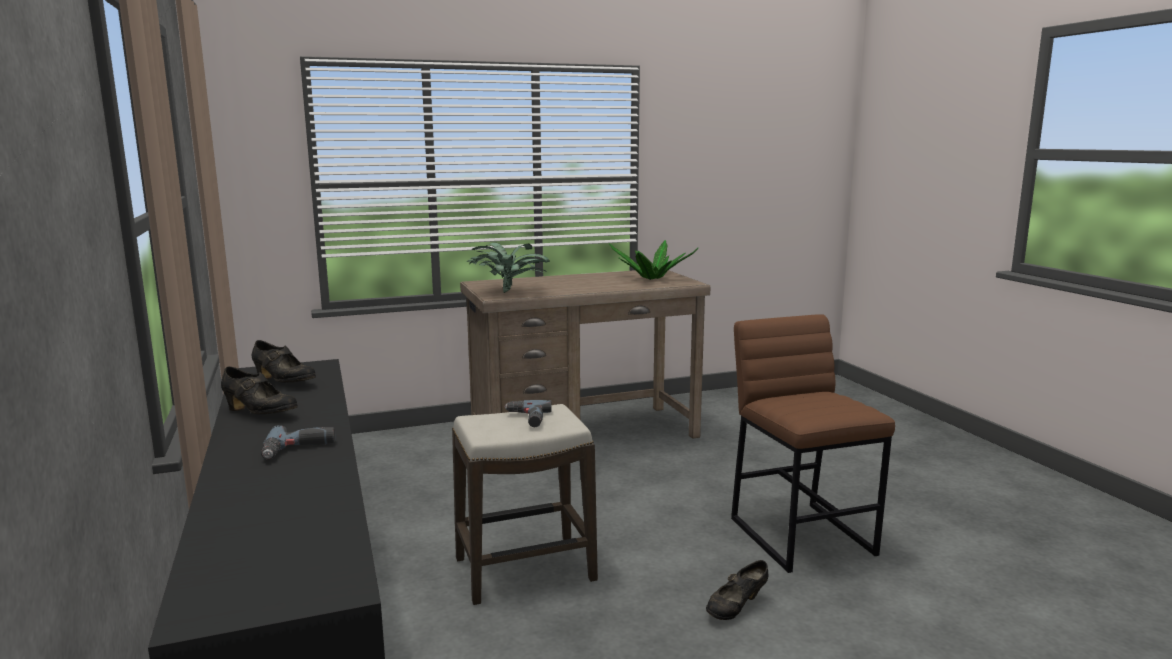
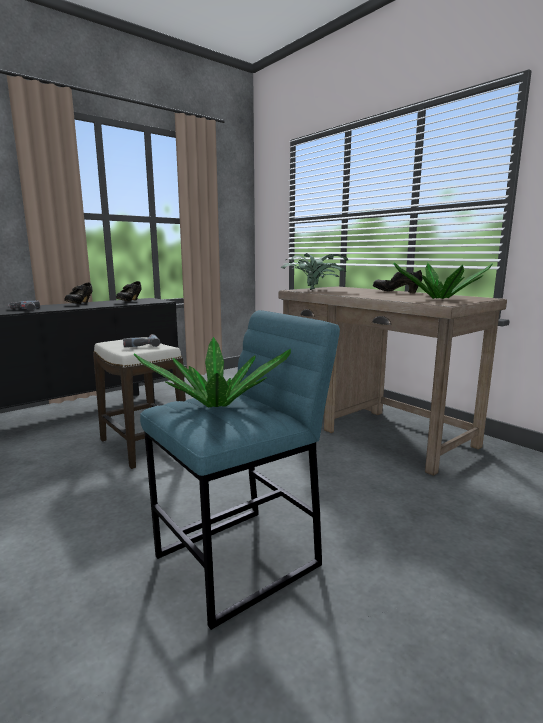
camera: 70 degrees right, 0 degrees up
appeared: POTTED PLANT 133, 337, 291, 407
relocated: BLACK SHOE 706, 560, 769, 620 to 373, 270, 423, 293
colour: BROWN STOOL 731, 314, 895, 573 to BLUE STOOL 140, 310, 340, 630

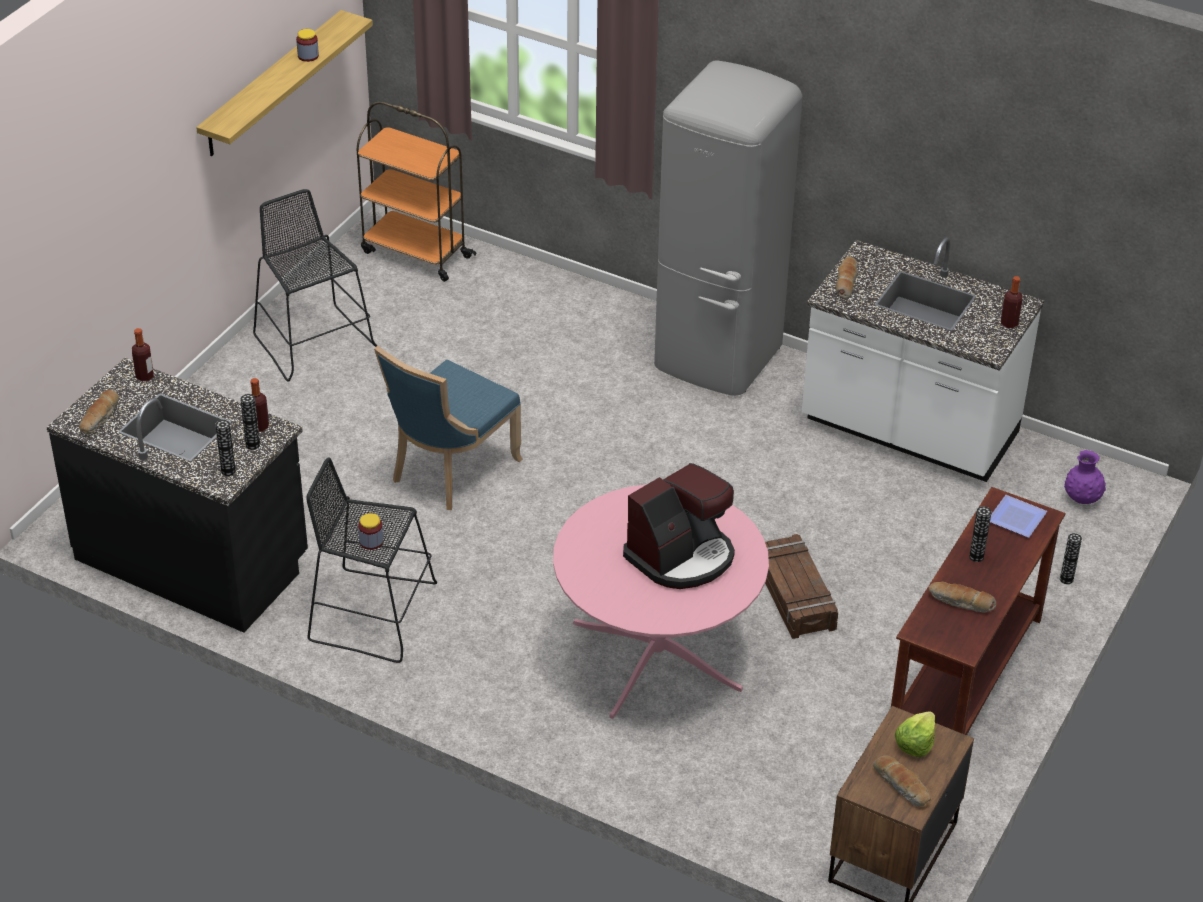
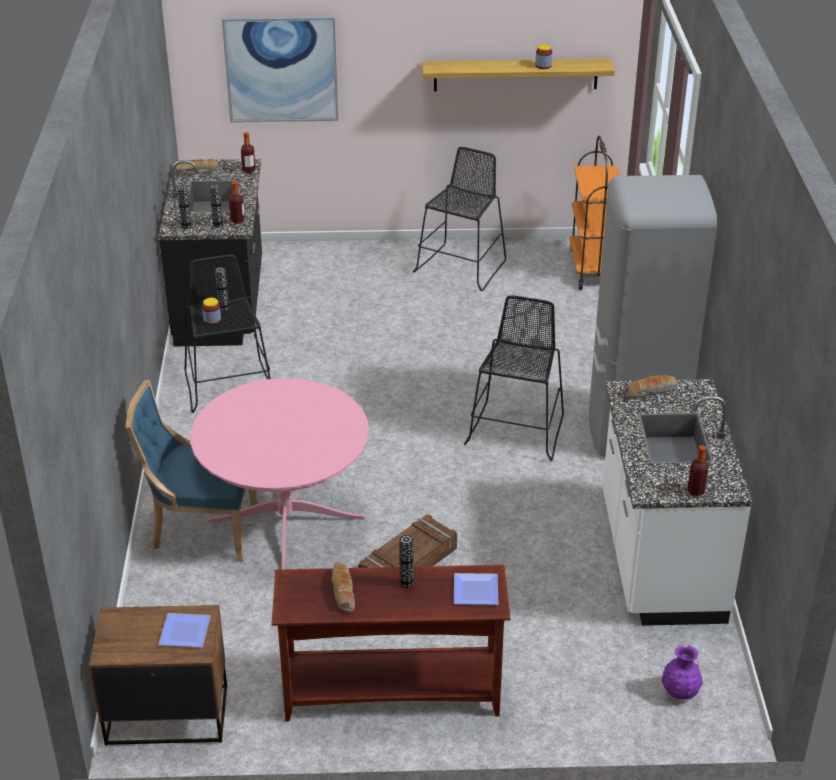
camera: 60 degrees right, 5 degrees down
missing: COFFEE MACHINE 623, 463, 735, 589; BREAD 873, 755, 931, 807
appeared: PICTURE 222, 16, 338, 122; BLACK STOOL 464, 295, 564, 461
relocated: BLUE CHAIR 374, 346, 523, 510 to 126, 380, 259, 562; VASE 1060, 533, 1082, 584 to 215, 267, 229, 311
exchanged: LETTUCE 895, 711, 935, 757 to PLATE 158, 613, 211, 648

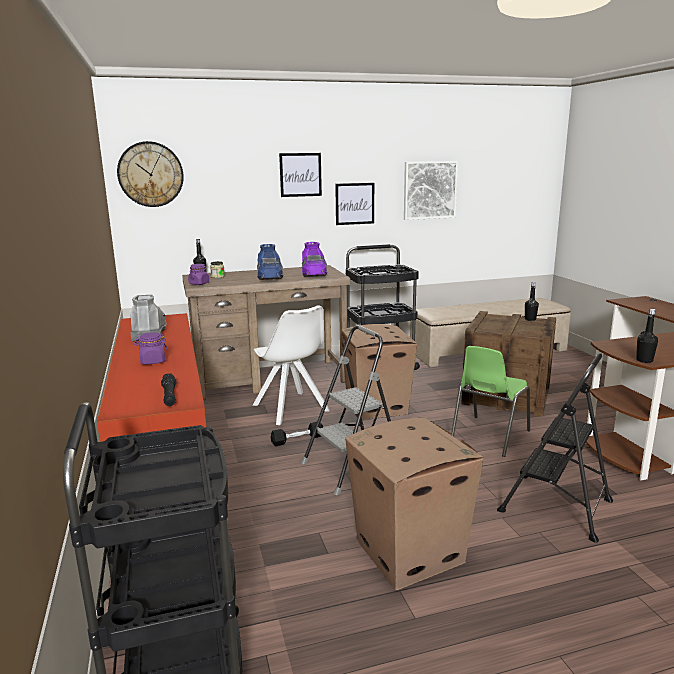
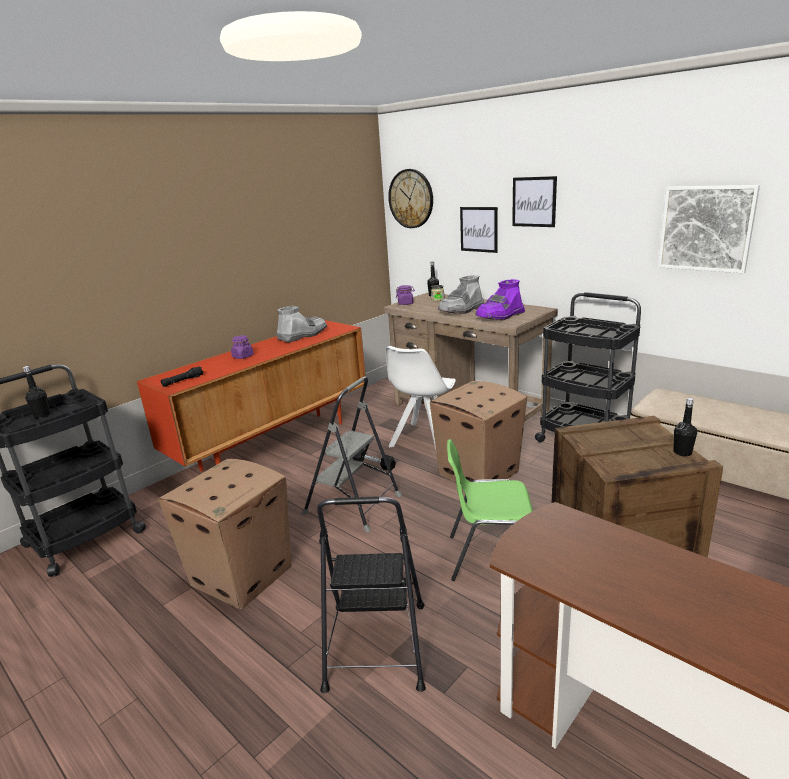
camera: 60 degrees right, 5 degrees up
relocated: PICTURE 335, 183, 374, 225 to 460, 207, 498, 253; BLACK BOTTLE 636, 309, 658, 363 to 23, 366, 51, 418
colour: BLUE BOOT 257, 244, 283, 280 to GREY BOOT 438, 275, 485, 314

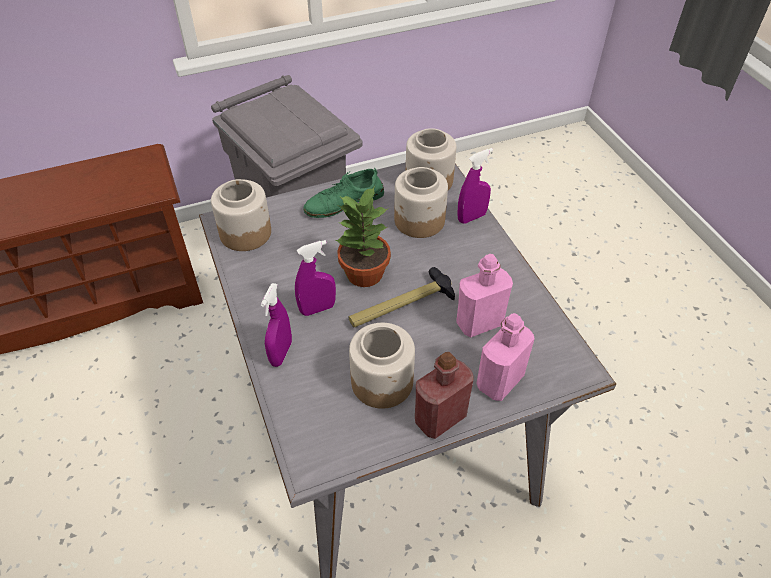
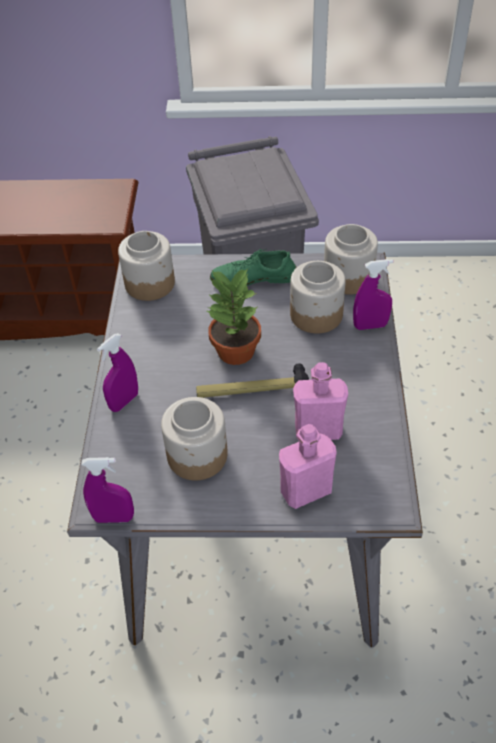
camera: 25 degrees right, 0 degrees up
missing: RED BOTTLE 415, 352, 474, 439
relocated: PURPLE SPRAY BOTTLE 295, 240, 336, 316 to 81, 457, 134, 523

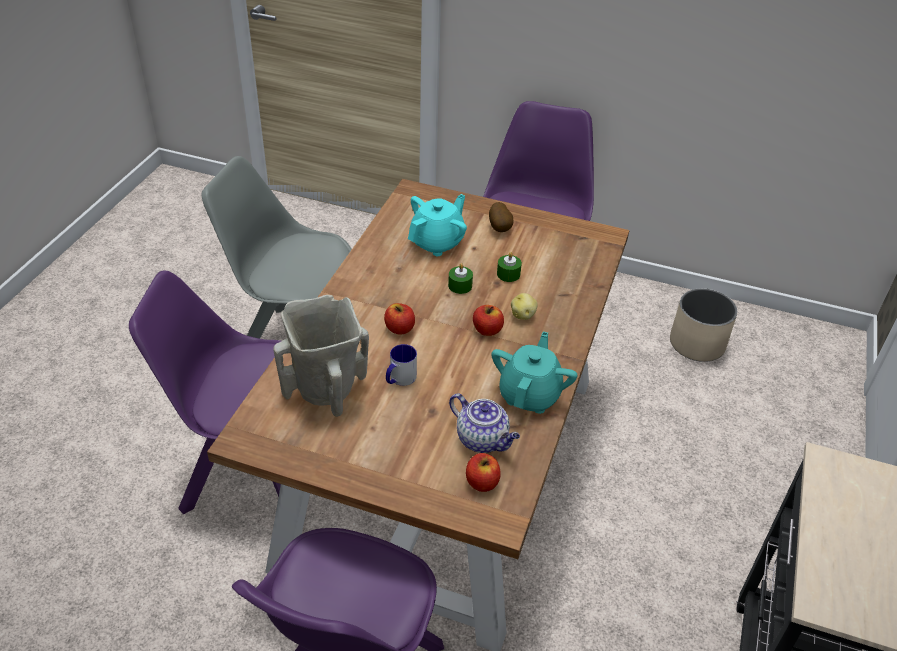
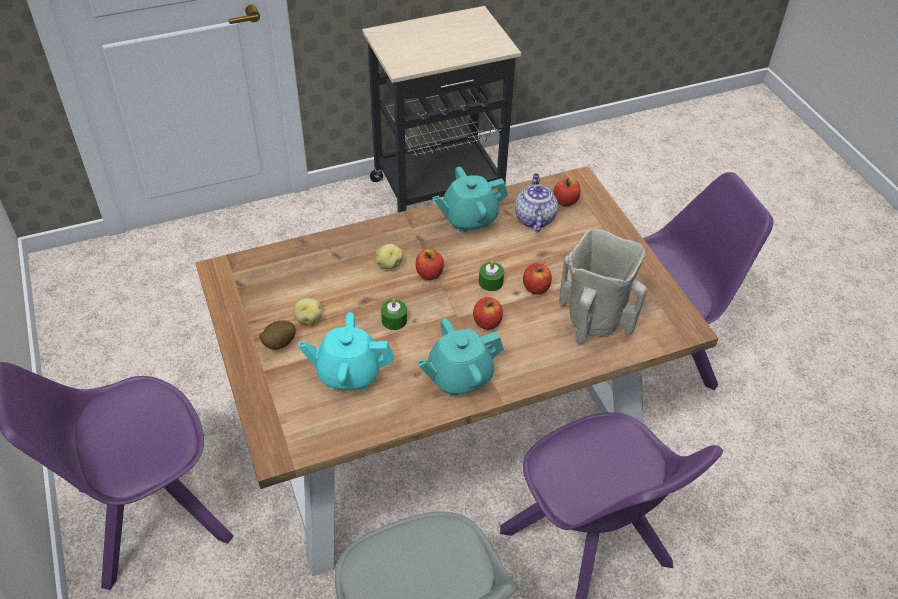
camera: 130 degrees left, 5 degrees up
missing: BEIGE PLANTER 670, 288, 737, 362
appeared: POTATO 293, 298, 322, 325; TURQUOISE TEAPOT 417, 318, 504, 397
relocated: GREEN CANDLE 497, 252, 522, 282 to 479, 261, 504, 291
exchanged: MUG 386, 344, 417, 386 to APPLE 523, 263, 552, 295

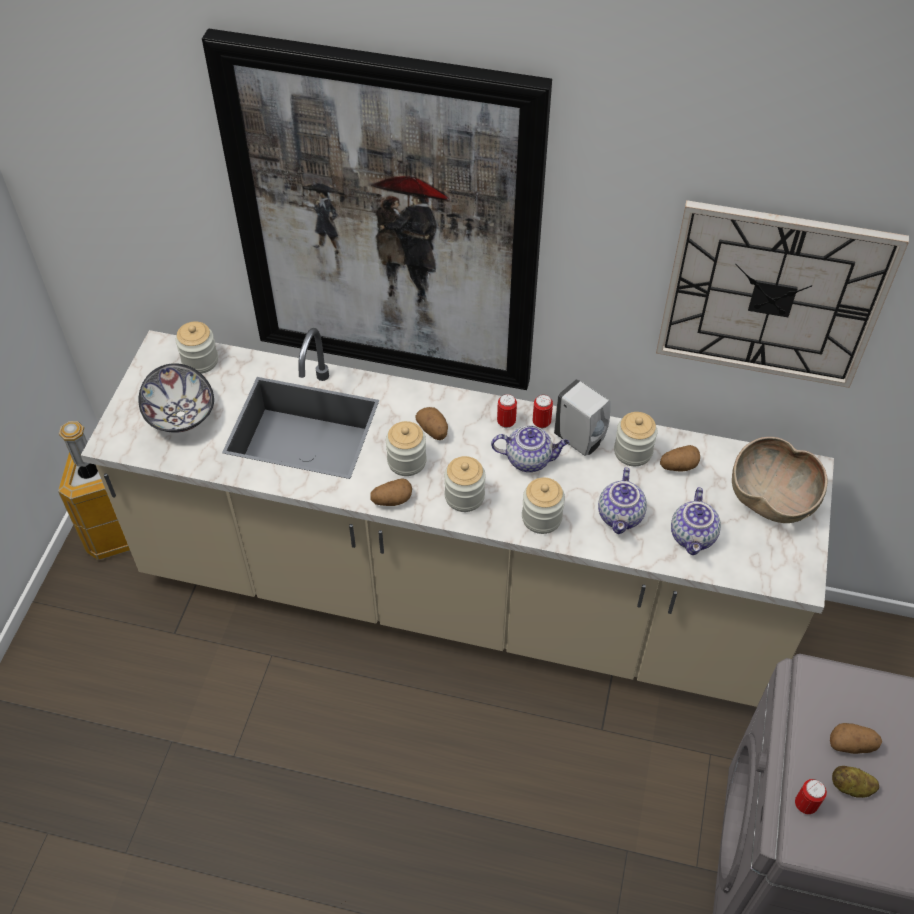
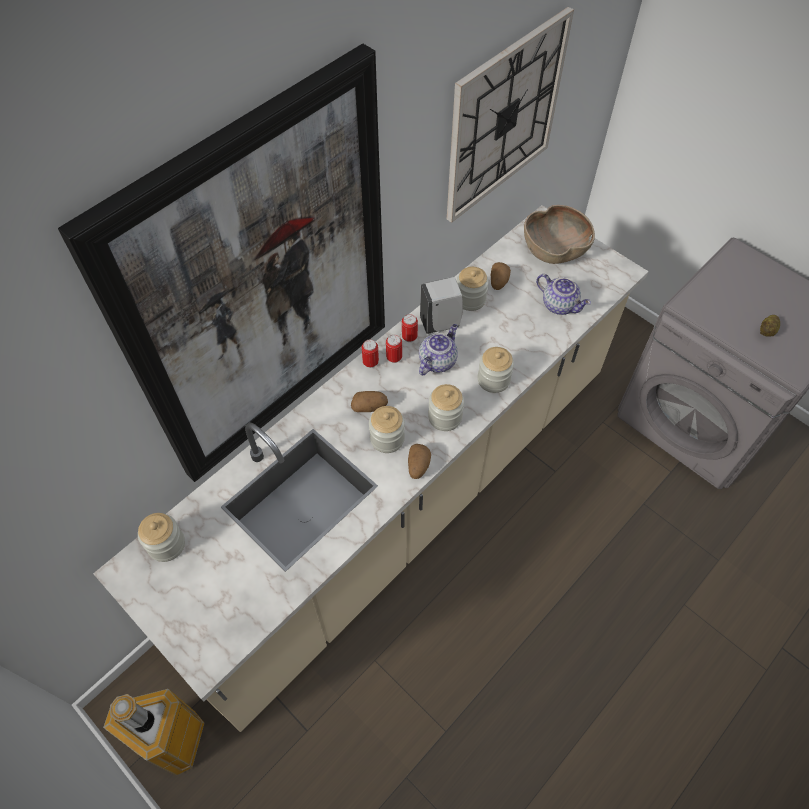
camera: 60 degrees left, 5 degrees up
missing: BOWL 138, 363, 214, 433; TEAPOT 598, 467, 647, 534; POTATO 830, 723, 882, 754
relocated: CAN 795, 779, 827, 814 to 362, 340, 379, 368

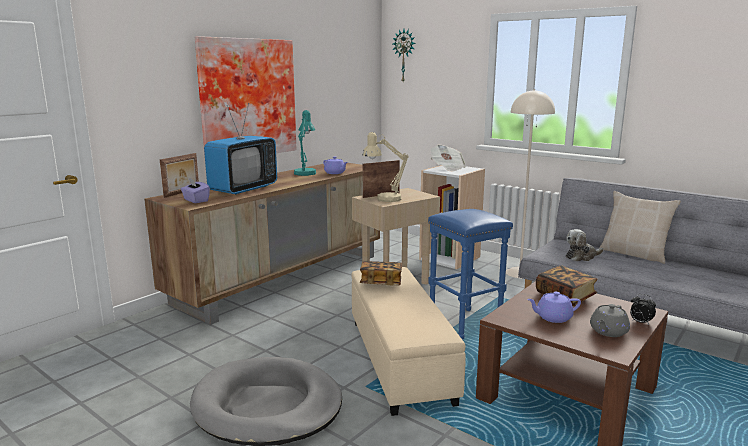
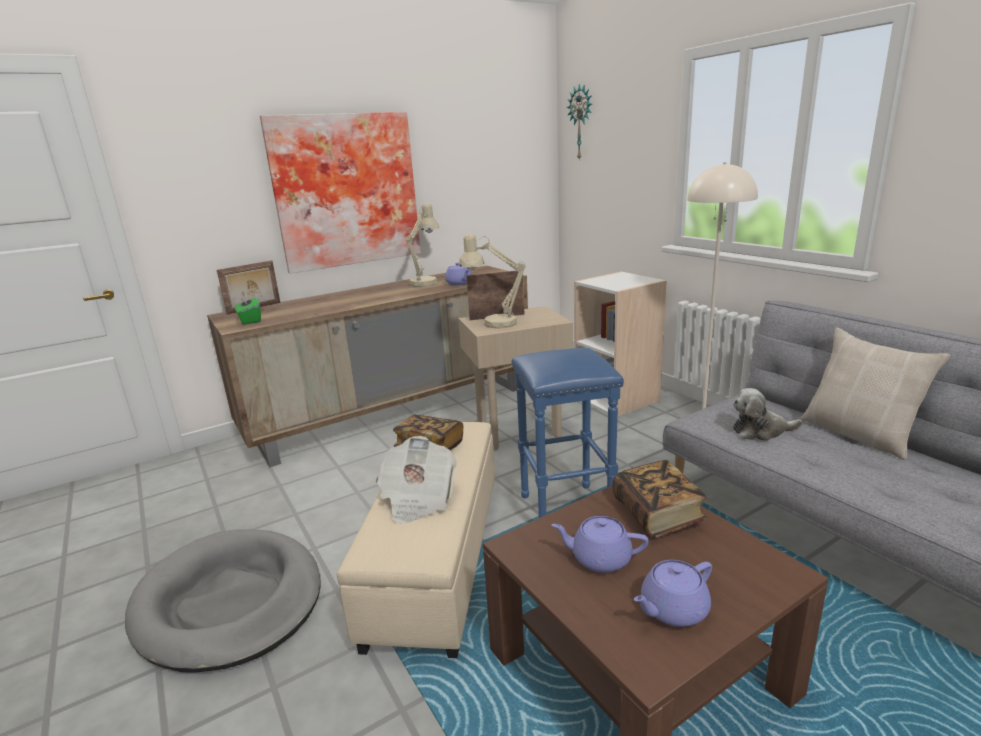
camera: 20 degrees right, 5 degrees up
missing: TELEVISION 204, 103, 277, 195; ALARM CLOCK 630, 294, 656, 325
relocated: NEWSPAPER 430, 145, 466, 172 to 376, 436, 457, 524
colour: TURQUOISE TABLE LAMP 294, 110, 316, 176 to BEIGE TABLE LAMP 406, 202, 439, 287; PURPLE TISSUE BOX 181, 178, 210, 203 to GREEN TISSUE BOX 235, 293, 261, 325; GREY TEAPOT 590, 304, 630, 337 to PURPLE TEAPOT 634, 560, 712, 627

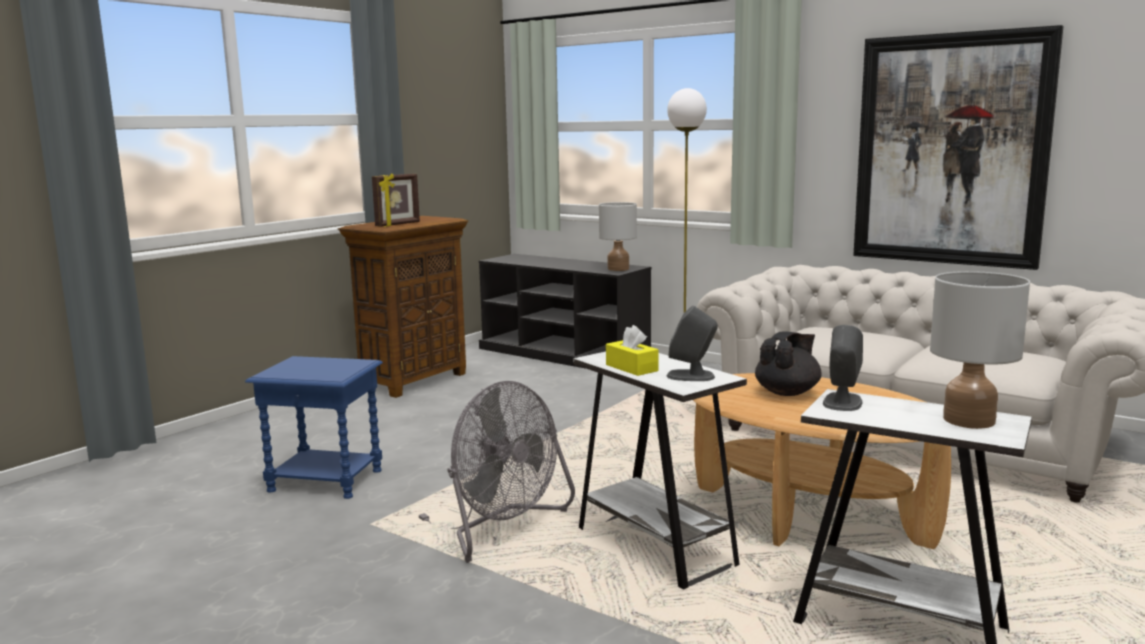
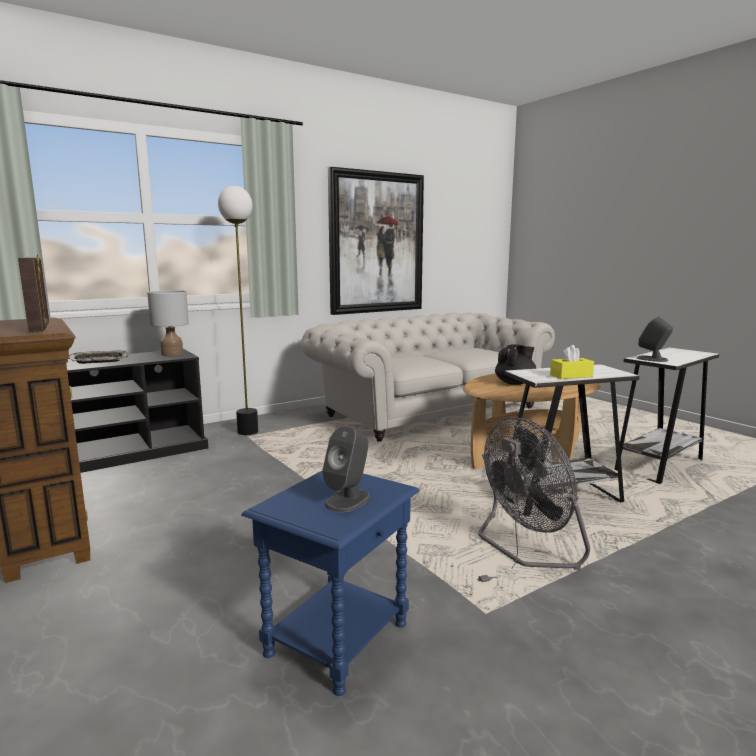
camera: 70 degrees left, 0 degrees up
missing: GREY TABLE LAMP 930, 271, 1030, 429
appeared: TRAY 69, 350, 129, 364
relocated: GREY SPEAKER 667, 305, 718, 381 to 322, 426, 370, 513
spun: BLACK TEAPOT 755, 331, 822, 396 = 495, 344, 537, 385 75 degrees clockwise

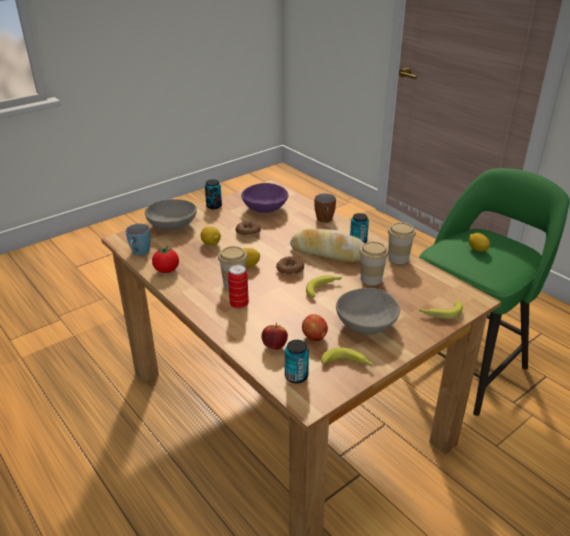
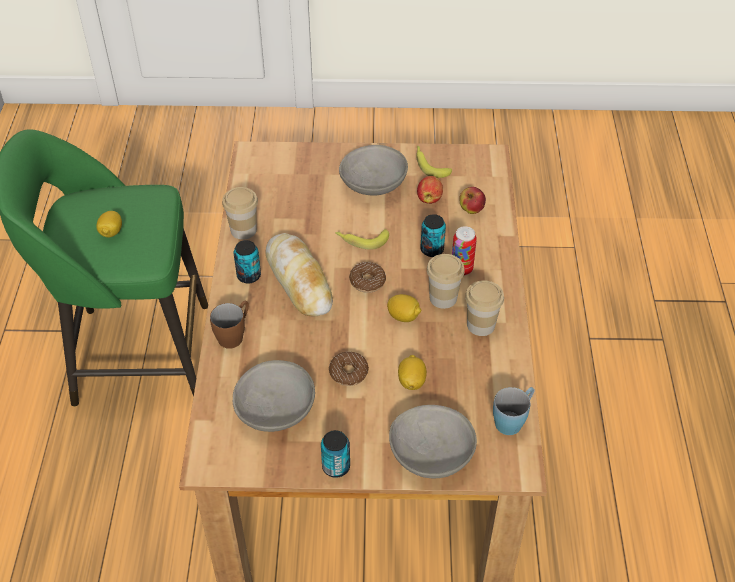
camera: 140 degrees left, 15 degrees up
missing: TOMATO 152, 246, 179, 273; BANANA 418, 301, 463, 319
relocated: CUP 359, 241, 389, 286 to 465, 280, 504, 336; CAN 285, 340, 309, 383 to 420, 214, 446, 257
colour: PURPLE BOWL 241, 183, 288, 213 to GREY BOWL 233, 360, 315, 432

